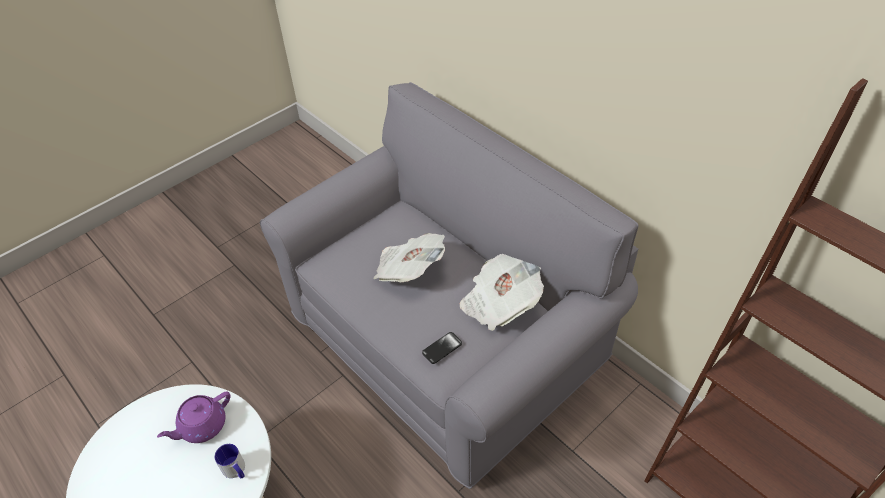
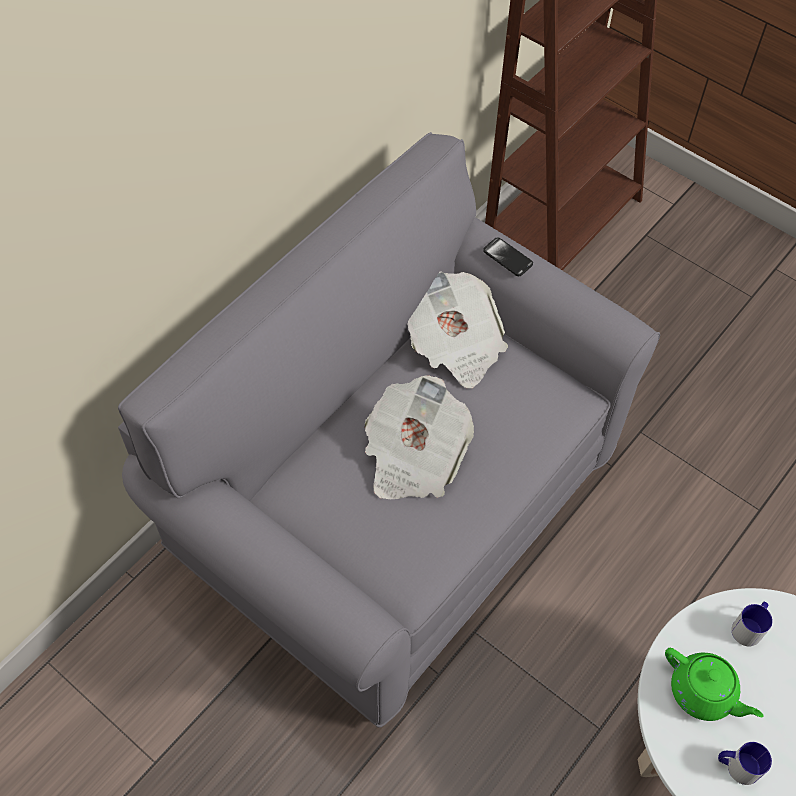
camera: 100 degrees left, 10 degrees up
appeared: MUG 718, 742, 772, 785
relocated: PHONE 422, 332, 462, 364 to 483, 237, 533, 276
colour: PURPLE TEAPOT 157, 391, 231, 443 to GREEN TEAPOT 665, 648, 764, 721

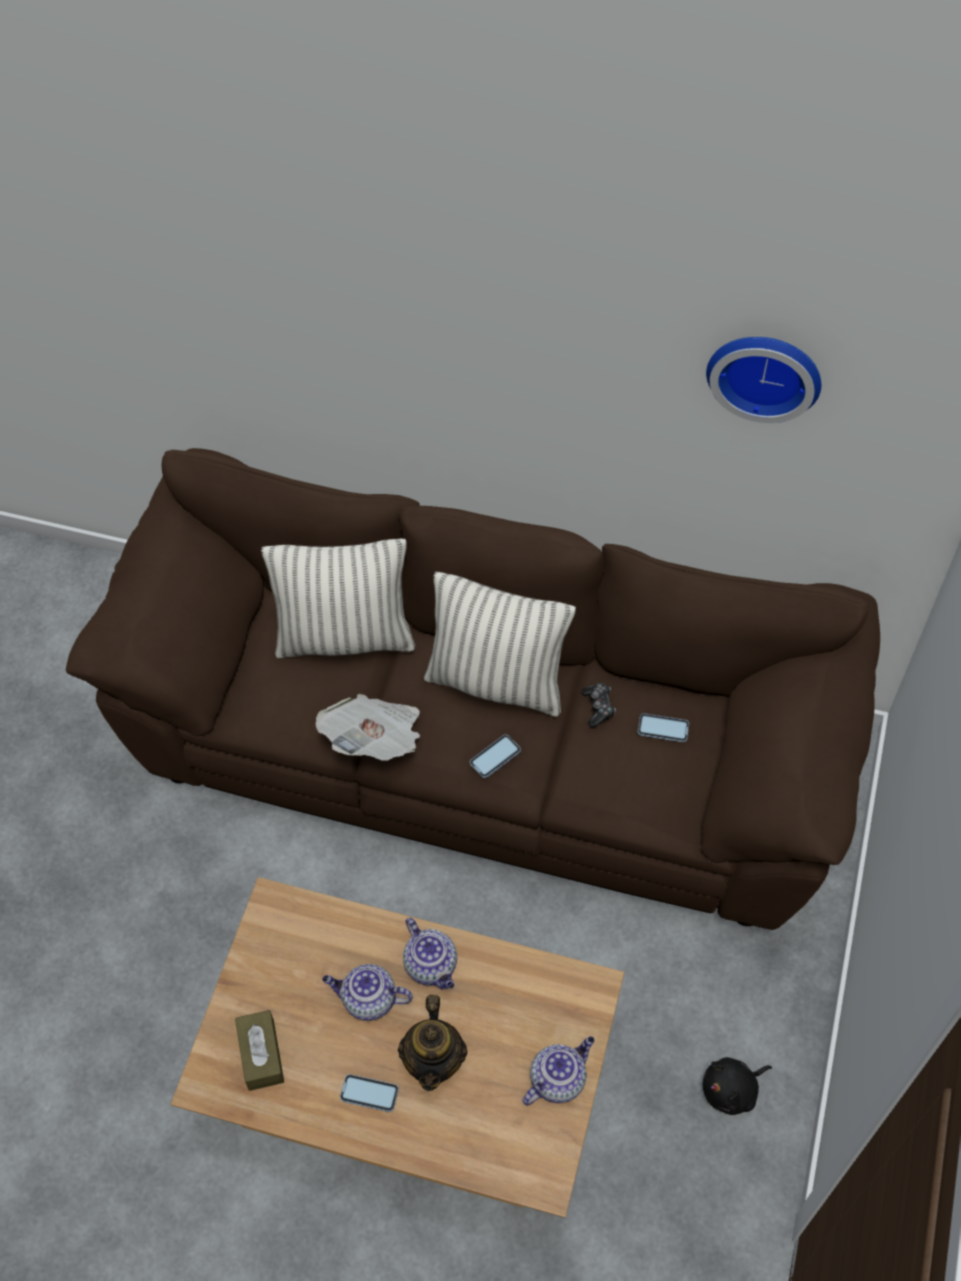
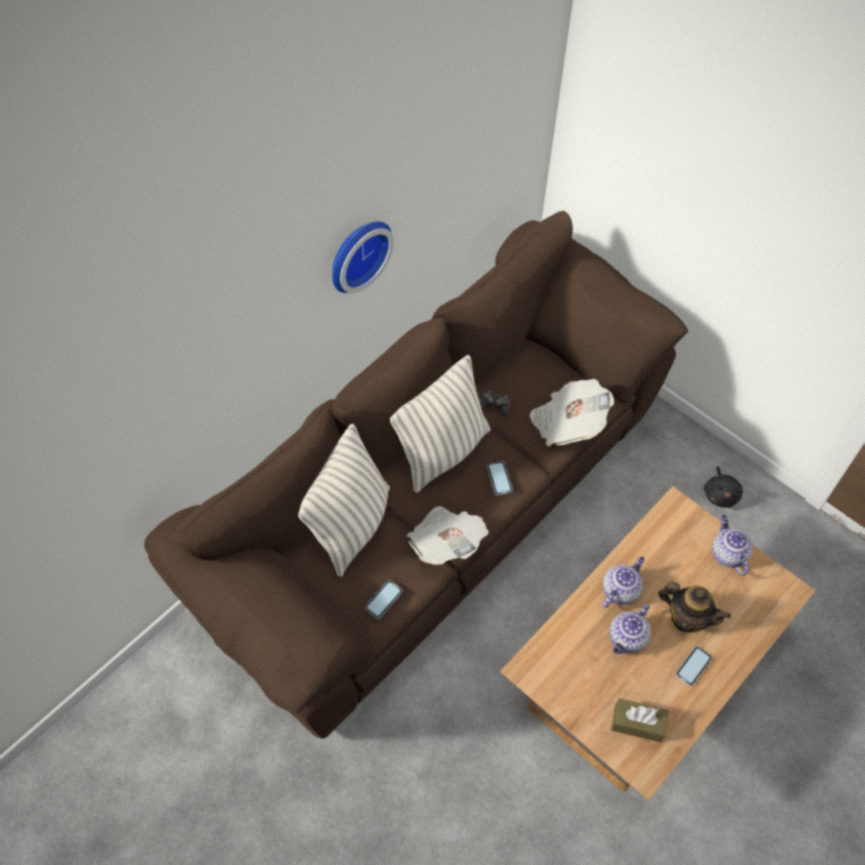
camera: 65 degrees left, 0 degrees up
appeared: NEWSPAPER 530, 379, 614, 446
relocated: WALL CLOCK 706, 337, 821, 423 to 332, 221, 394, 293; PHONE 638, 713, 689, 742 to 365, 580, 403, 619
spun: TEAPOT 403, 918, 457, 989 = 603, 557, 645, 608 45 degrees counterclockwise

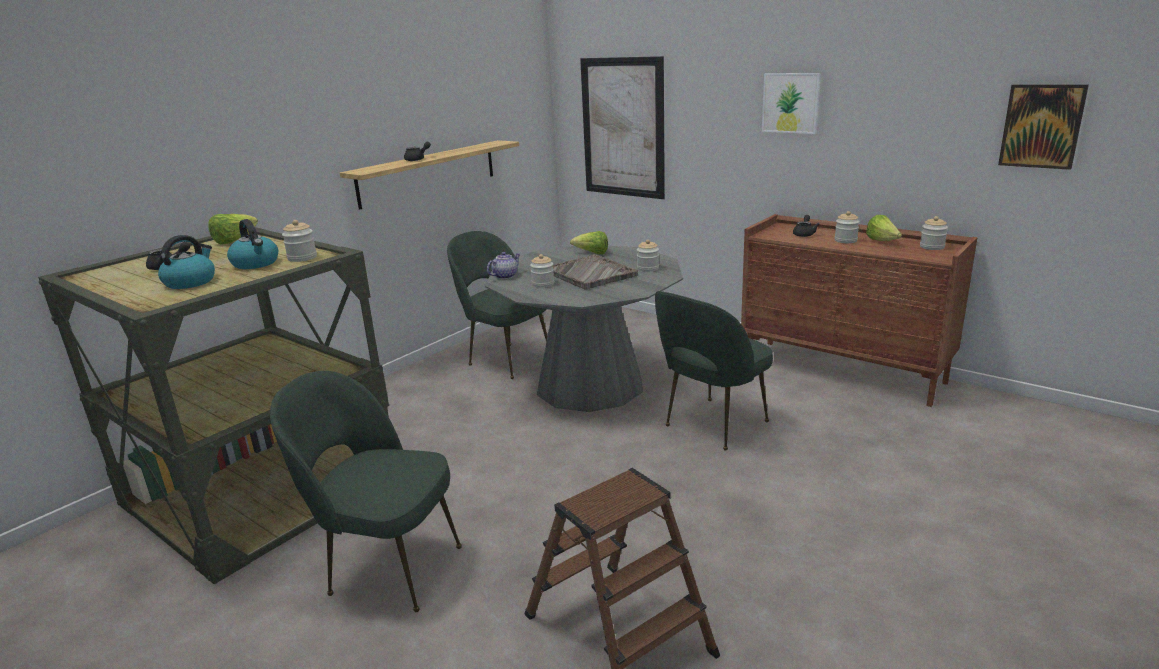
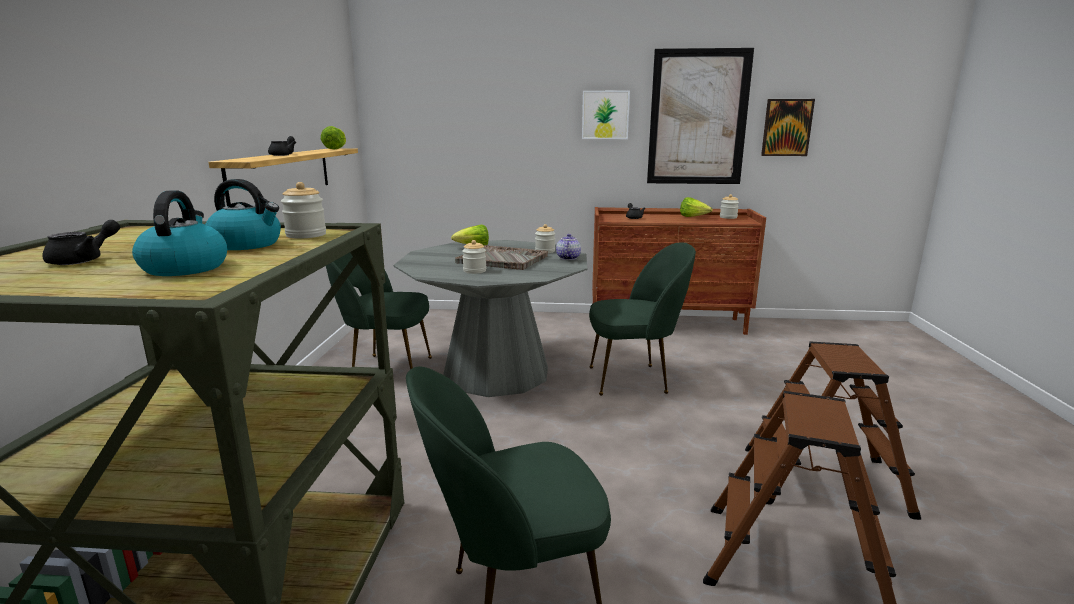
camera: 35 degrees left, 5 degrees down
missing: JAR 835, 211, 860, 243
appeared: BROWN STEP LADDER 745, 341, 921, 520
relocated: PICTURE 580, 56, 665, 199 to 647, 48, 754, 184; LETTUCE 208, 214, 258, 244 to 321, 126, 346, 150; TEAPOT 487, 252, 520, 279 to 556, 234, 581, 260
spun: GREEN CHAIR 655, 291, 773, 451 = 589, 242, 696, 396 105 degrees counterclockwise

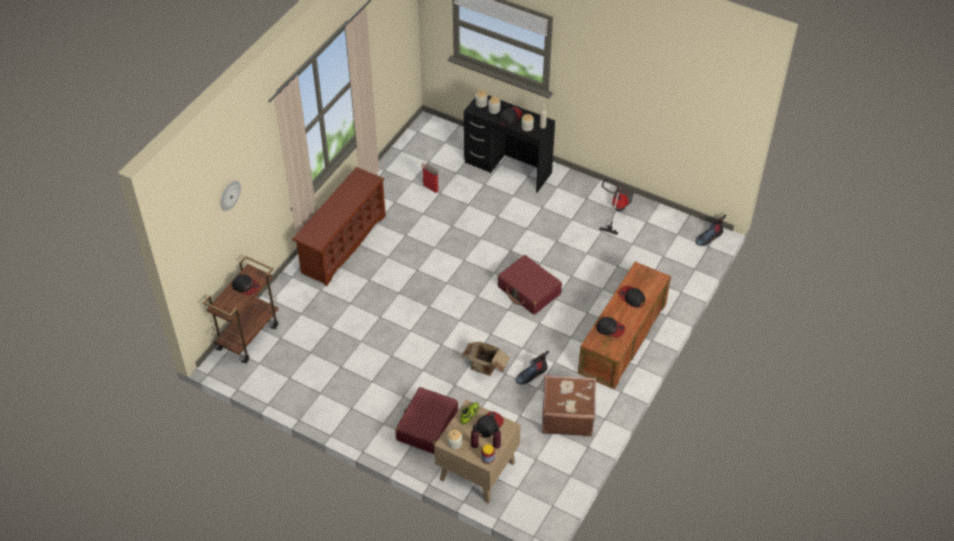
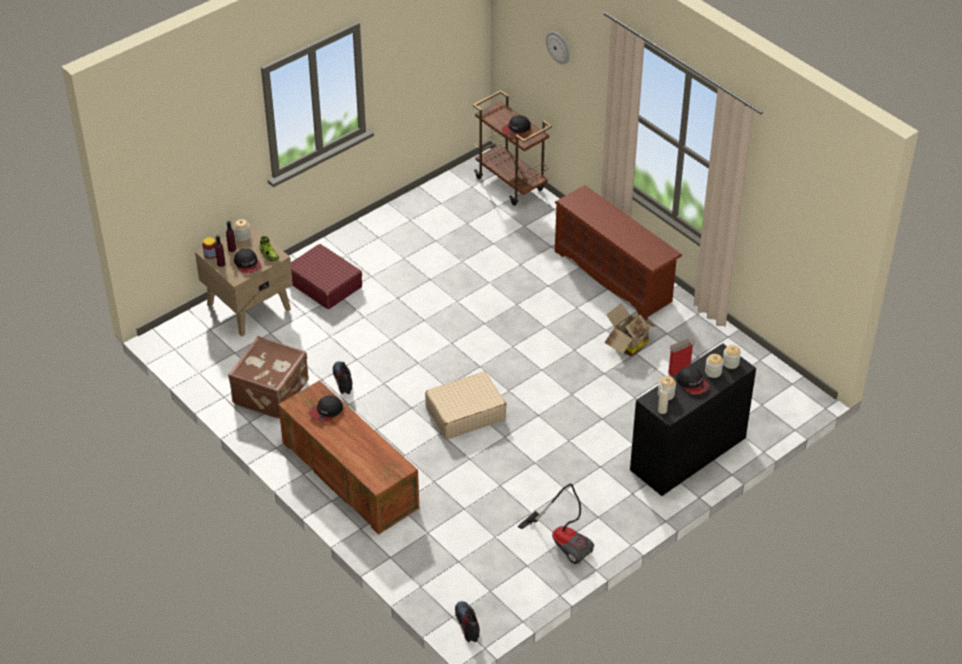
camera: 110 degrees right, 5 degrees down
missing: CAP 618, 286, 645, 308
relocated: CARDBOARD BOX 460, 341, 510, 376 to 604, 303, 657, 357
colour: RED SUITCASE 498, 255, 562, 315 to BEIGE SUITCASE 425, 371, 507, 439

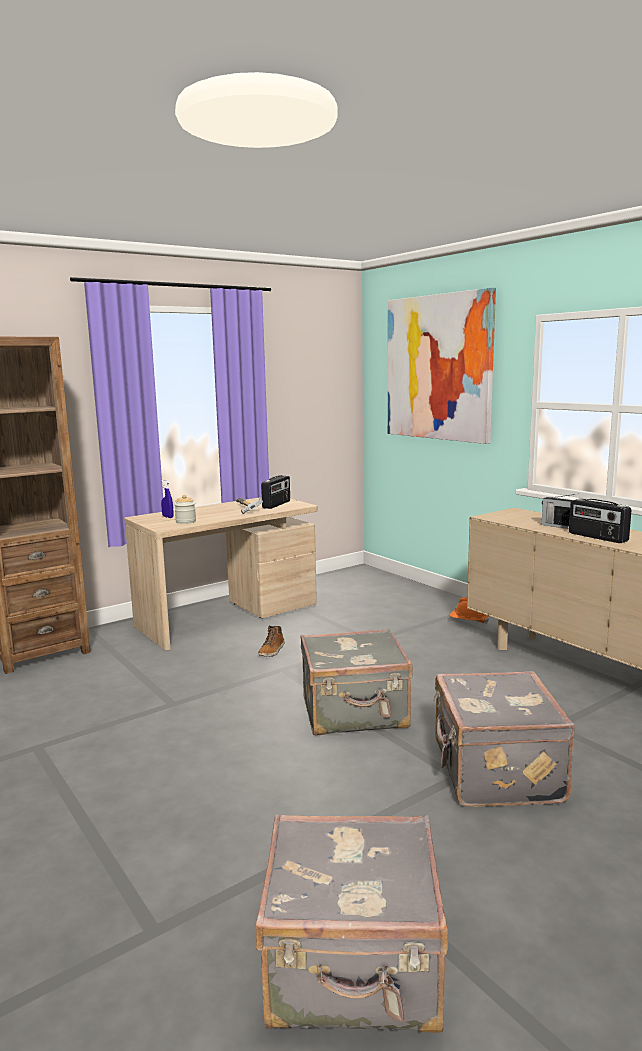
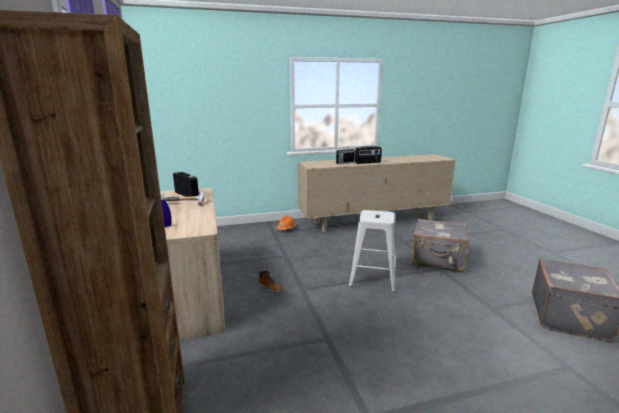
camera: 70 degrees left, 5 degrees up
missing: PICTURE 388, 288, 496, 444; JAR 174, 495, 196, 524
exchanged: GREY SUITCASE 300, 628, 412, 736 to WHITE STOOL 349, 210, 396, 292

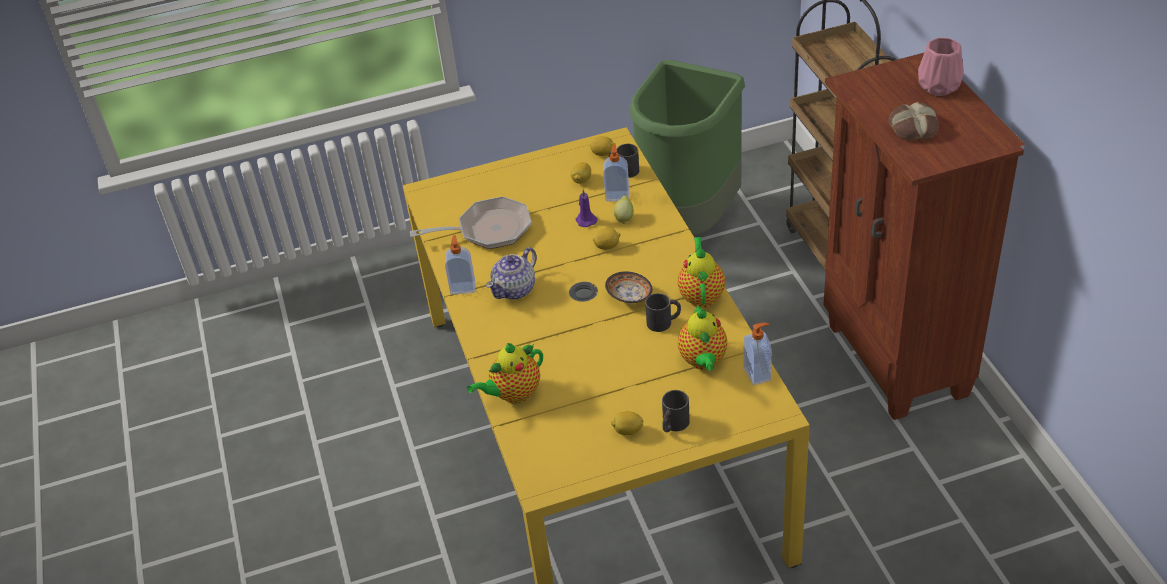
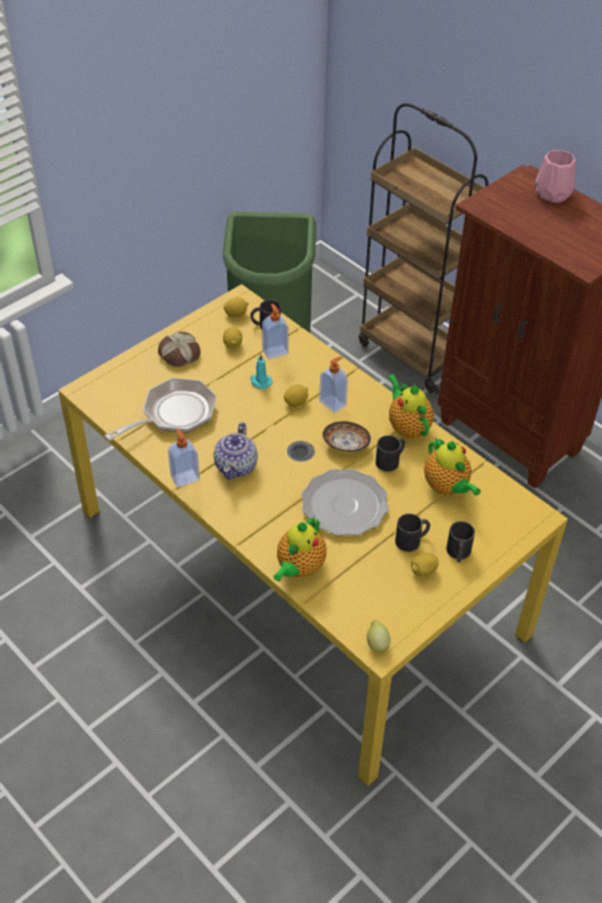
camera: 30 degrees left, 5 degrees up
appeared: PLATE 301, 469, 389, 536; BLACK MUG 395, 513, 430, 552
relocated: BREAD 888, 102, 939, 140 to 158, 331, 201, 367; LEMON 614, 195, 634, 224 to 367, 619, 390, 653; SOAP DISPENSER 743, 323, 772, 385 to 319, 357, 348, 413
colour: PURPLE CANDLE 575, 189, 598, 227 to TURQUOISE CANDLE 250, 354, 273, 389

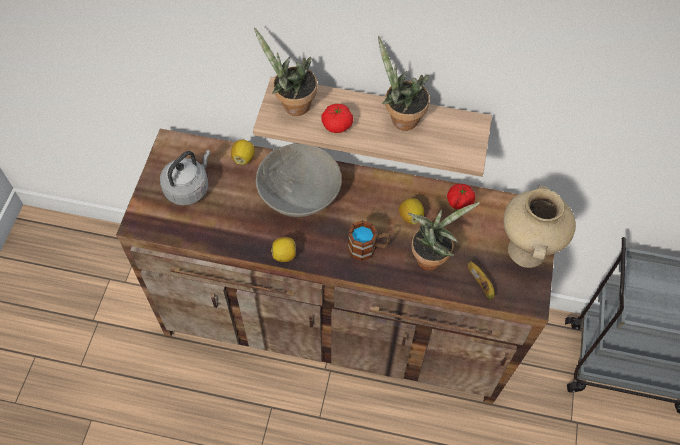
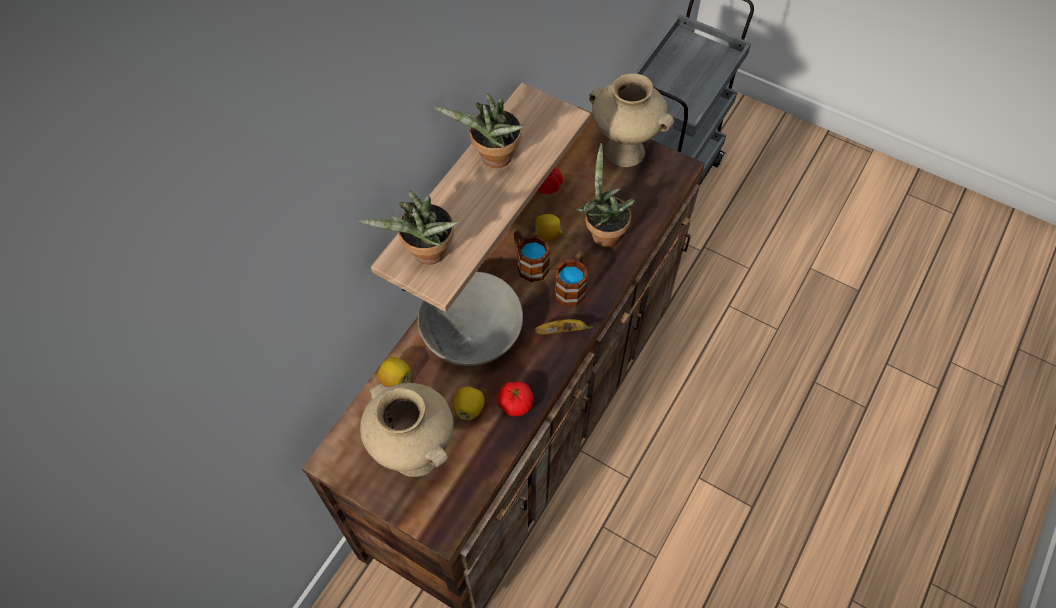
camera: 70 degrees left, 0 degrees up
appeared: MUG 514, 230, 550, 282
relocated: TOMATO 322, 104, 353, 133 to 498, 381, 534, 416; LEMON 271, 237, 296, 262 to 453, 387, 484, 420; BANANA 468, 261, 495, 302 to 535, 319, 593, 335
exchanged: GREY KETTLE 160, 150, 211, 205 to BEIGE VASE 360, 383, 454, 477

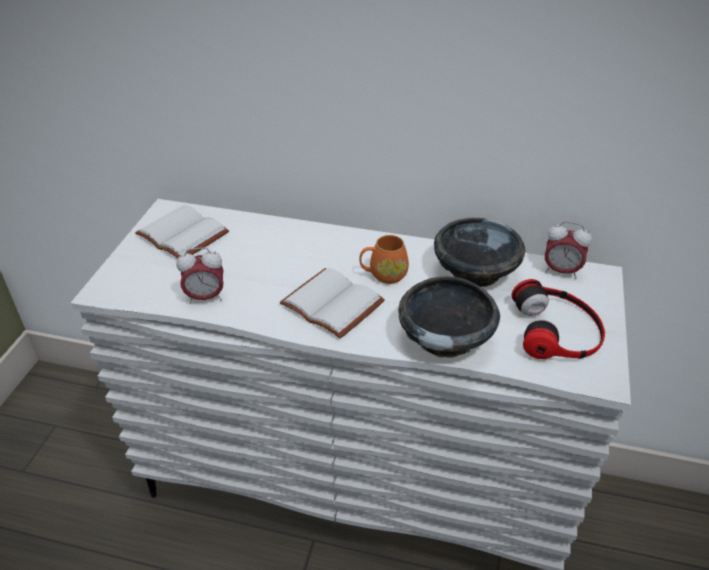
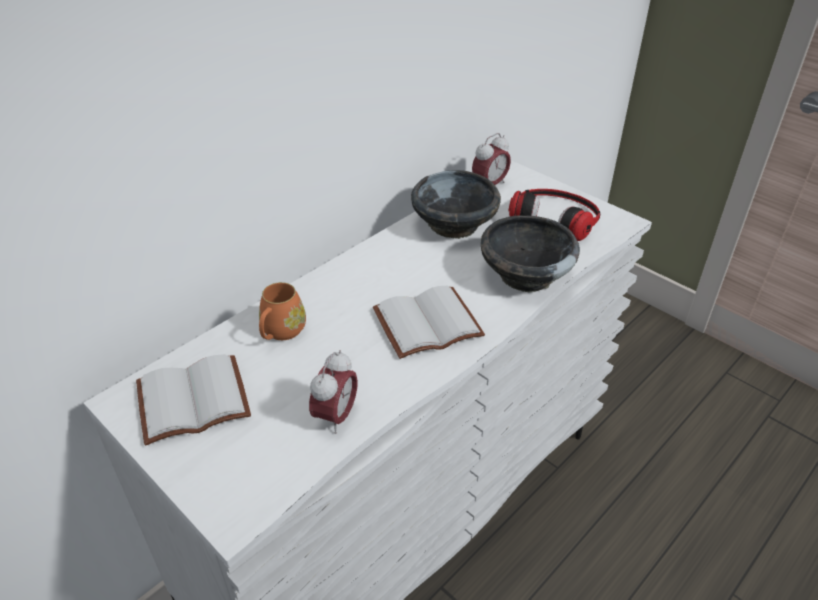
camera: 60 degrees left, 0 degrees up
relocated: ORANGE MUG 359, 235, 409, 284 to 259, 282, 306, 340

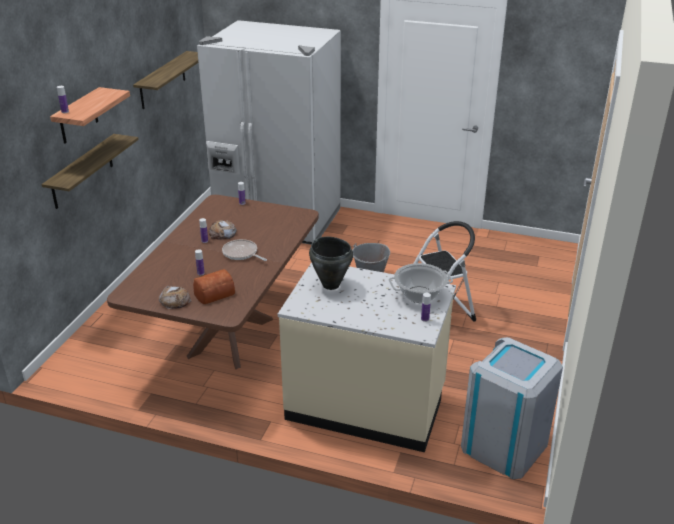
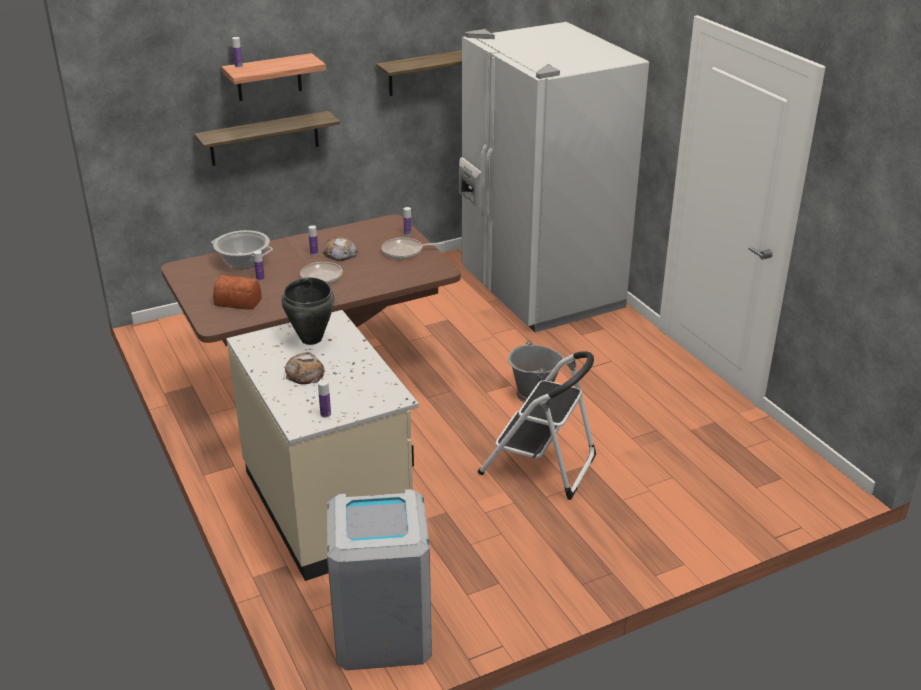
camera: 45 degrees right, 0 degrees up
appeared: FRYING PAN 382, 237, 444, 259
relocated: COOKING POT 389, 263, 453, 303 to 211, 230, 273, 269; BREAD 158, 286, 191, 309 to 285, 352, 325, 384

